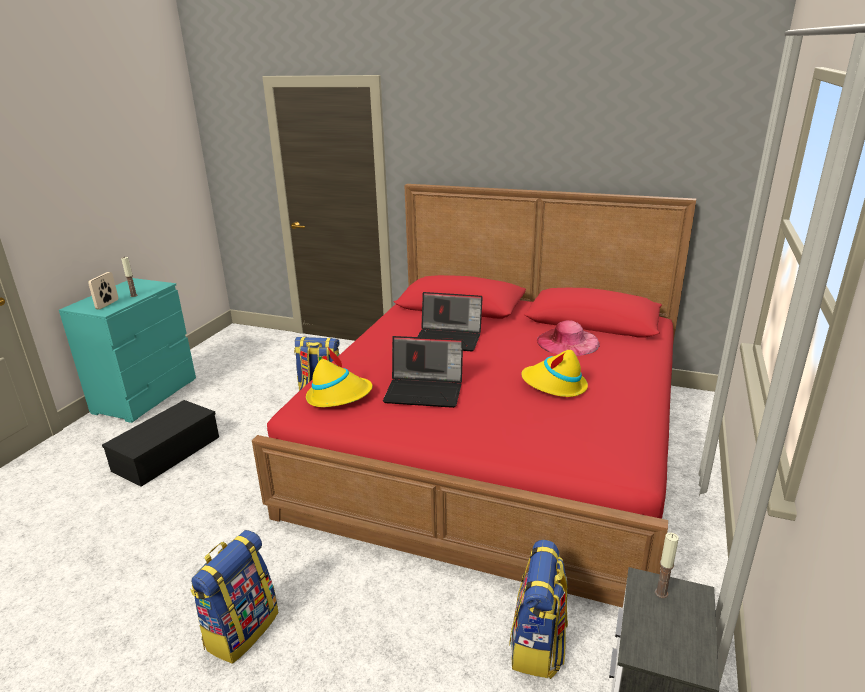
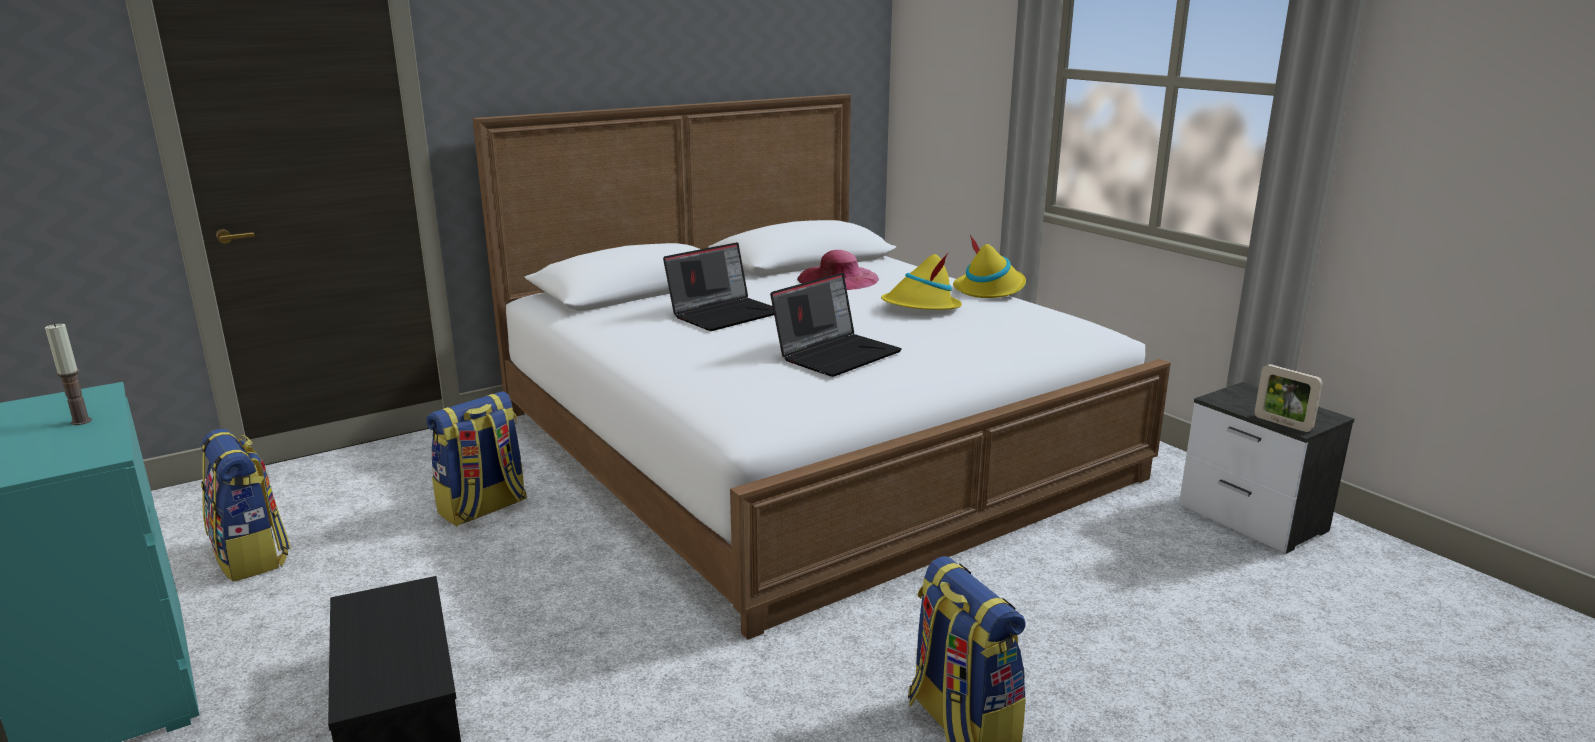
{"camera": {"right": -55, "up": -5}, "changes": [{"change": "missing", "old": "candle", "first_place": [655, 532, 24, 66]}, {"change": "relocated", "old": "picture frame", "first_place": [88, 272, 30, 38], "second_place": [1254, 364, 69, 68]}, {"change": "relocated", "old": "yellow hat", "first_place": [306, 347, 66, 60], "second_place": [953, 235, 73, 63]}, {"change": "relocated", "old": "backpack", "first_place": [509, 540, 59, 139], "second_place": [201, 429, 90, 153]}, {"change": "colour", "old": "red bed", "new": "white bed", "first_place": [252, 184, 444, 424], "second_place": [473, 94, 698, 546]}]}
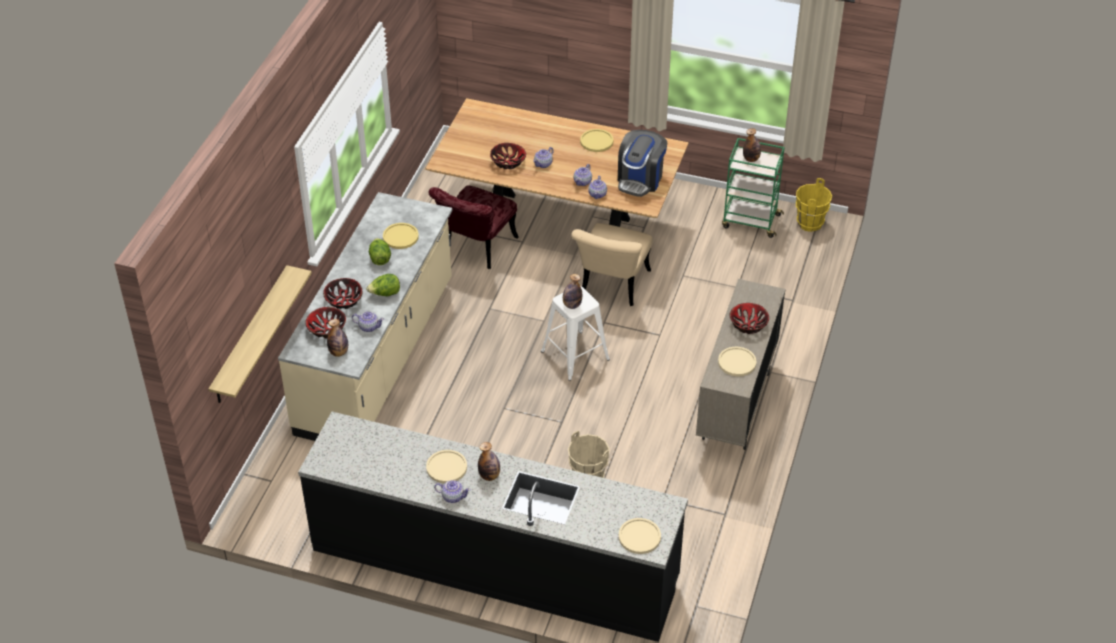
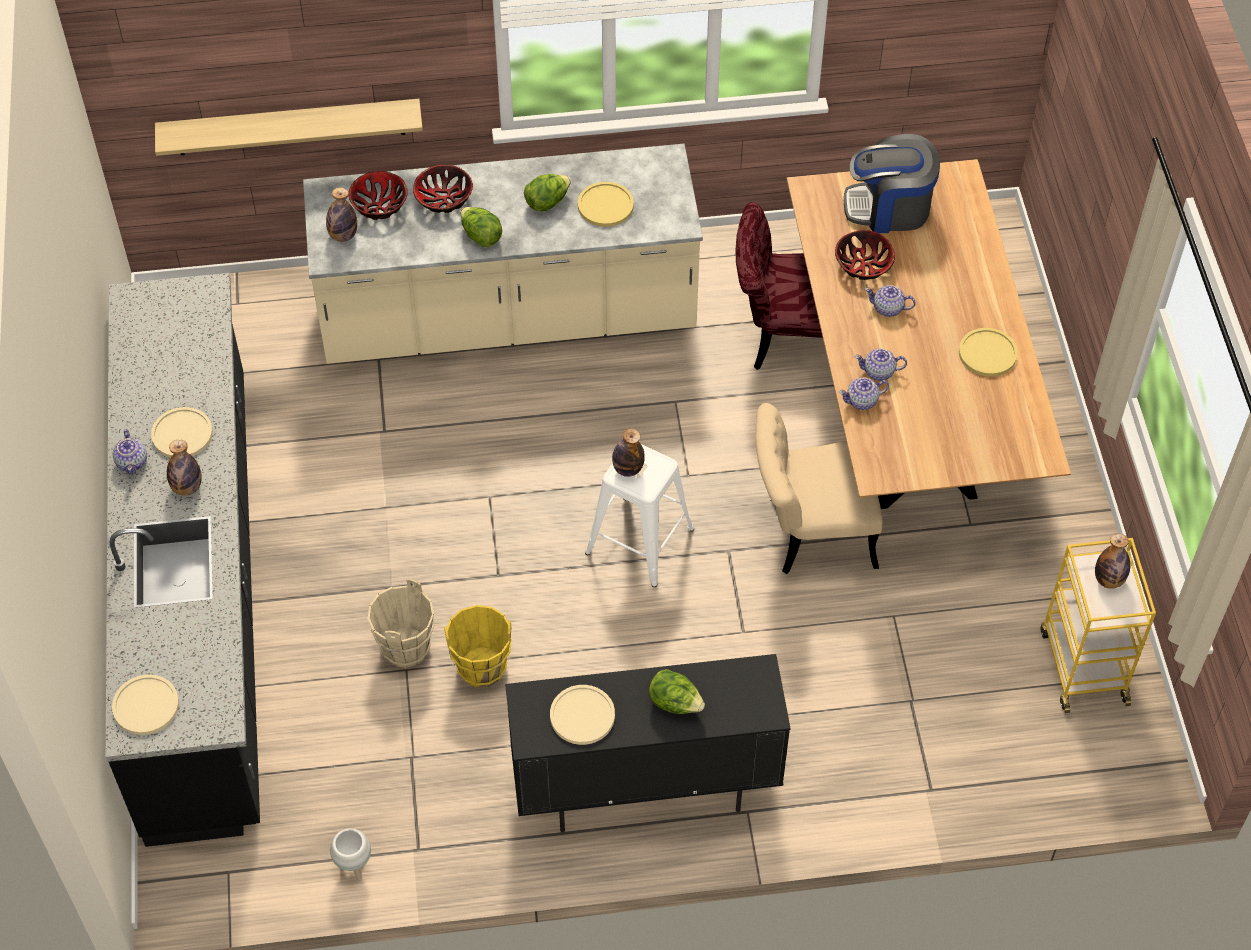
{"camera": {"right": 65, "up": 10}, "changes": [{"change": "missing", "old": "teapot", "first_place": [352, 311, 32, 21]}, {"change": "appeared", "new": "white planter", "second_place": [330, 828, 41, 52]}, {"change": "relocated", "old": "coffee machine", "first_place": [618, 130, 49, 67], "second_place": [844, 134, 96, 99]}, {"change": "relocated", "old": "yellow bucket", "first_place": [796, 178, 36, 54], "second_place": [444, 605, 67, 83]}, {"change": "exchanged", "old": "bowl", "new": "lettuce", "first_place": [729, 303, 40, 31], "second_place": [649, 669, 56, 45]}, {"change": "colour", "old": "beige cabinet", "new": "black cabinet", "first_place": [696, 279, 89, 171], "second_place": [505, 654, 286, 178]}, {"change": "colour", "old": "green cart", "new": "yellow cart", "first_place": [722, 138, 63, 100], "second_place": [1040, 538, 116, 175]}]}
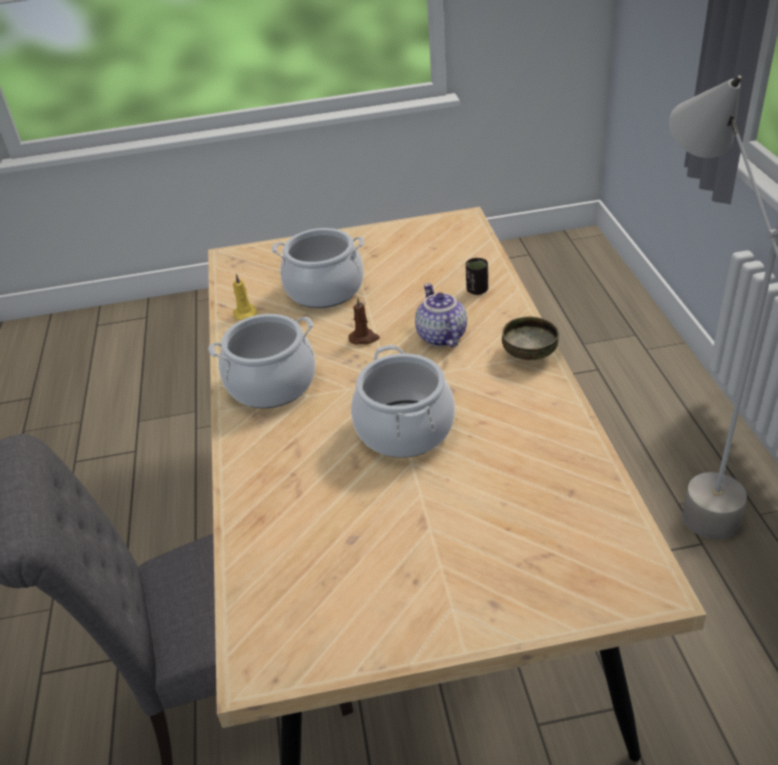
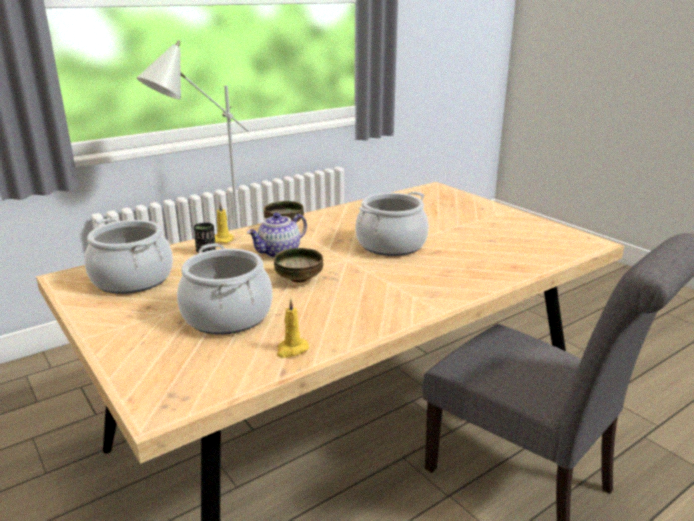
{"camera": {"right": -120, "up": -15}, "changes": [{"change": "appeared", "new": "yellow candle", "second_place": [215, 202, 19, 41]}, {"change": "relocated", "old": "cooking pot", "first_place": [208, 314, 108, 94], "second_place": [85, 218, 88, 76]}, {"change": "exchanged", "old": "brown candle", "new": "bowl", "first_place": [348, 297, 32, 48], "second_place": [274, 248, 49, 35]}]}
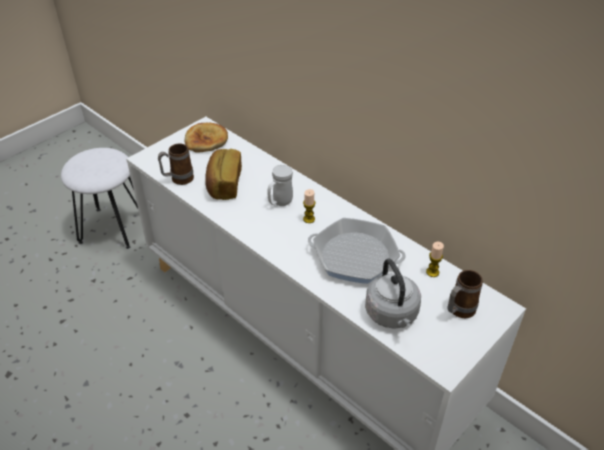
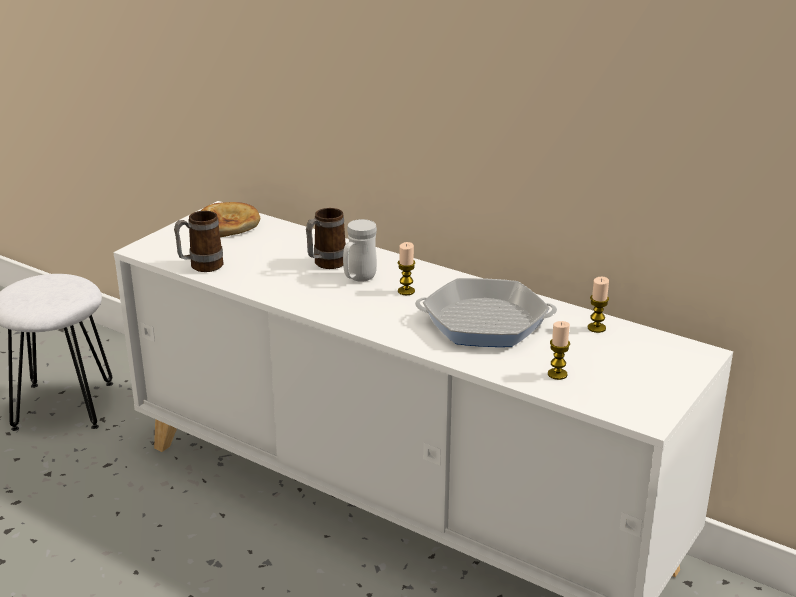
{"camera": {"right": -10, "up": -15}, "changes": [{"change": "missing", "old": "bread", "first_place": [205, 149, 37, 51]}, {"change": "relocated", "old": "mug", "first_place": [447, 270, 36, 48], "second_place": [306, 208, 40, 61]}, {"change": "exchanged", "old": "grey kettle", "new": "candle", "first_place": [365, 259, 56, 70], "second_place": [548, 321, 22, 59]}]}
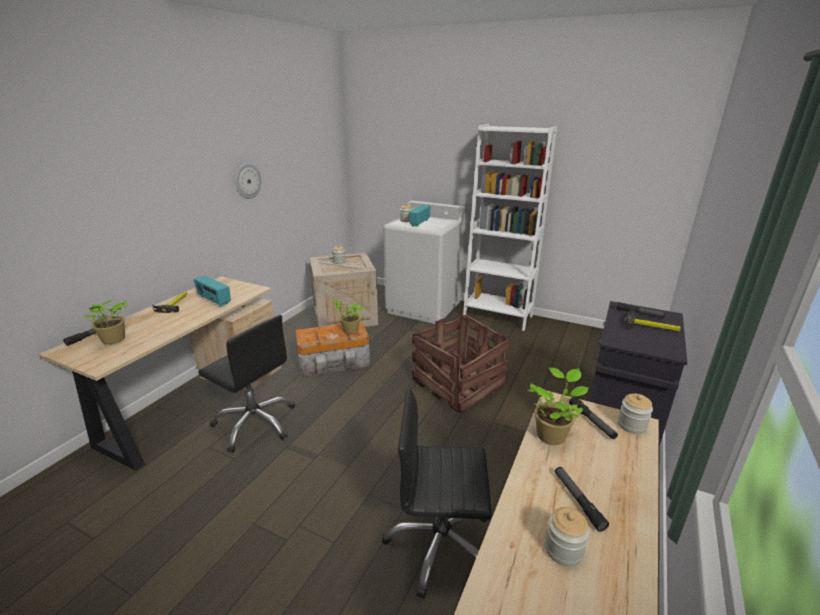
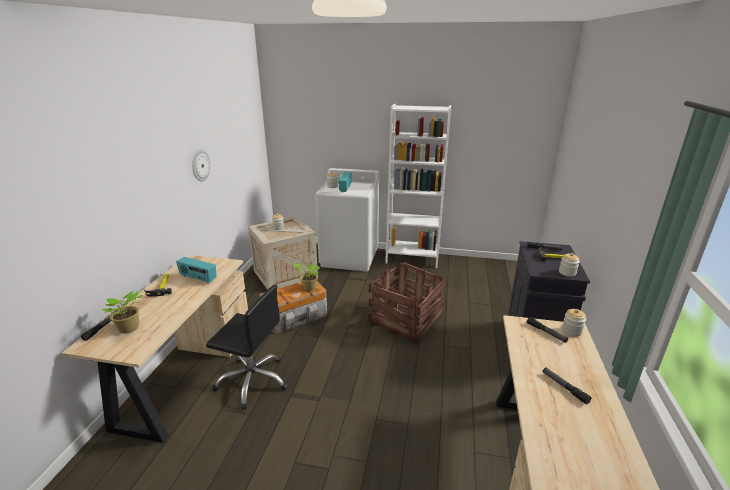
{"camera": {"right": -15, "up": 0}, "changes": [{"change": "missing", "old": "black office chair", "first_place": [382, 389, 109, 210]}, {"change": "missing", "old": "potted plant", "first_place": [528, 368, 61, 77]}, {"change": "relocated", "old": "jar", "first_place": [545, 507, 45, 60], "second_place": [559, 253, 21, 24]}]}
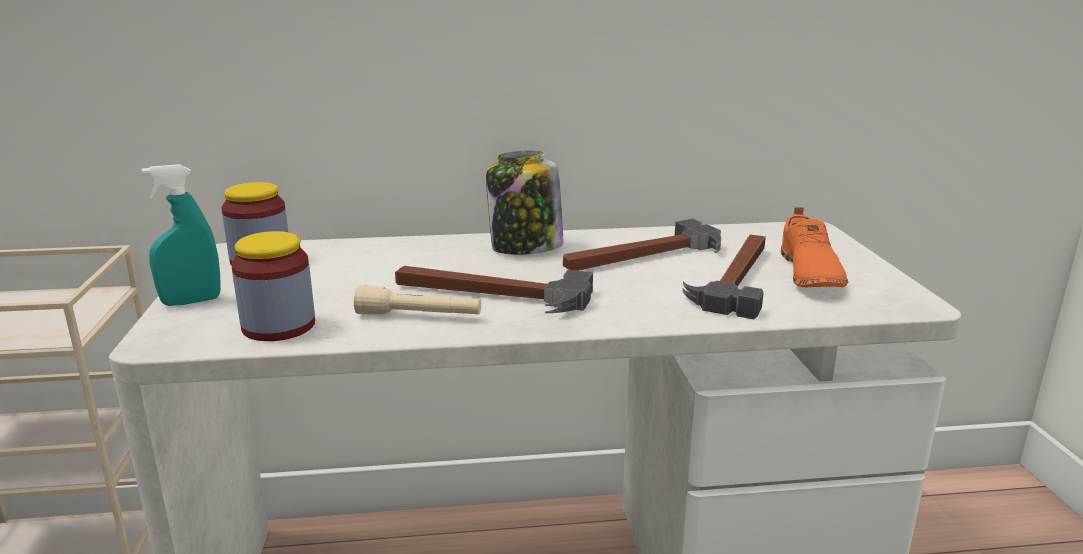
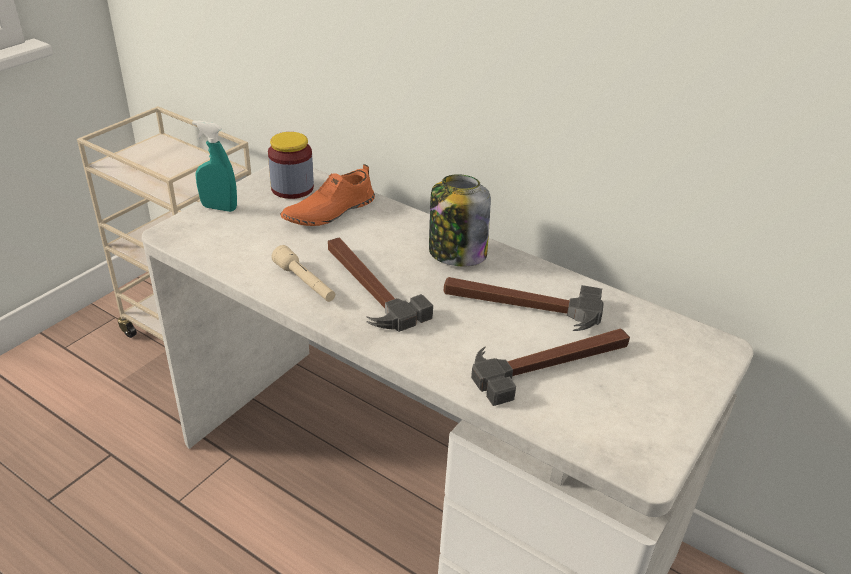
{"camera": {"right": 40, "up": 15}, "changes": [{"change": "missing", "old": "jar", "first_place": [231, 231, 84, 110]}, {"change": "relocated", "old": "orange shoe", "first_place": [781, 207, 68, 80], "second_place": [280, 164, 95, 62]}]}
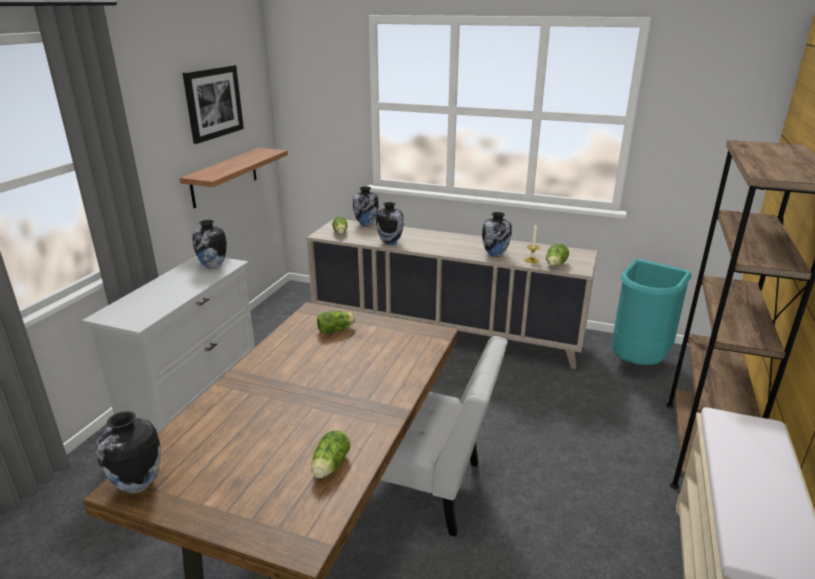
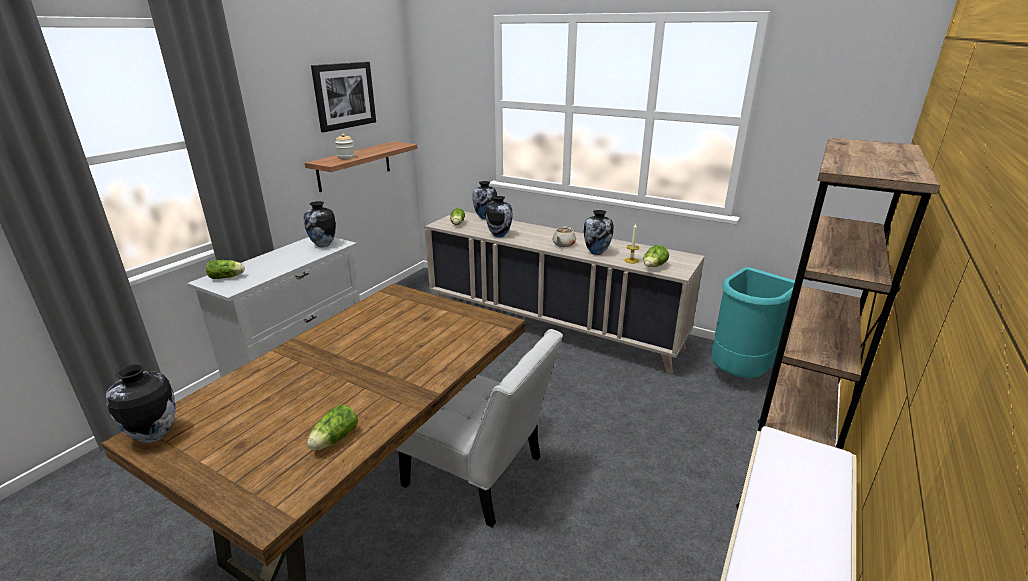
{"camera": {"right": 10, "up": 0}, "changes": [{"change": "appeared", "new": "jar", "second_place": [335, 134, 20, 25]}, {"change": "appeared", "new": "beige teapot", "second_place": [552, 226, 24, 21]}, {"change": "relocated", "old": "lettuce", "first_place": [317, 311, 38, 23], "second_place": [206, 260, 39, 19]}]}
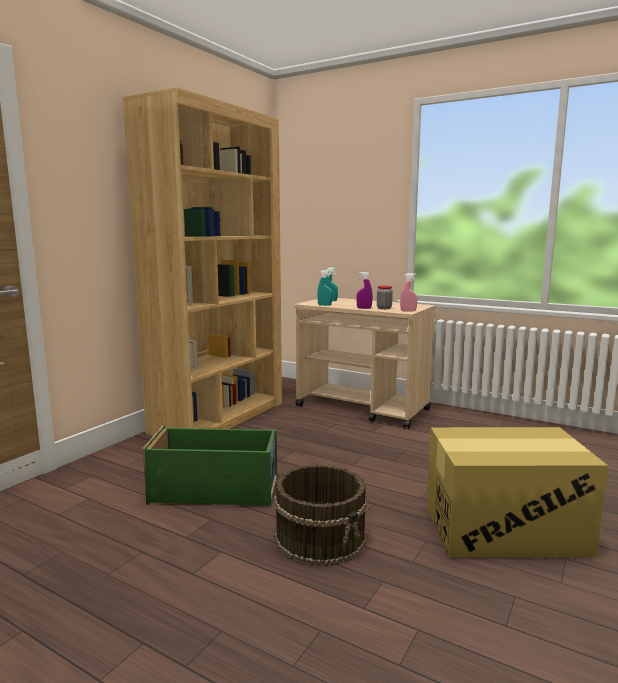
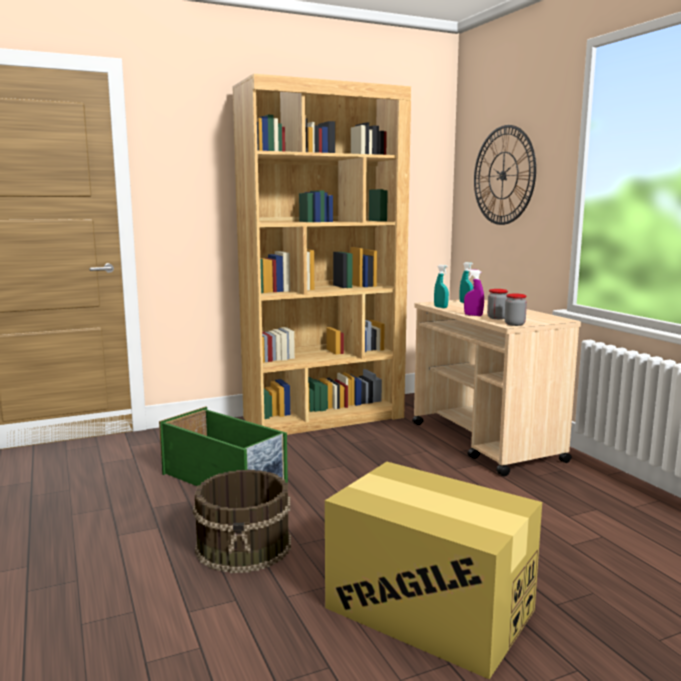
{"camera": {"right": 35, "up": 0}, "changes": [{"change": "appeared", "new": "wall clock", "second_place": [474, 125, 62, 100]}, {"change": "exchanged", "old": "pink spray bottle", "new": "jar", "first_place": [400, 273, 18, 39], "second_place": [504, 293, 23, 33]}]}
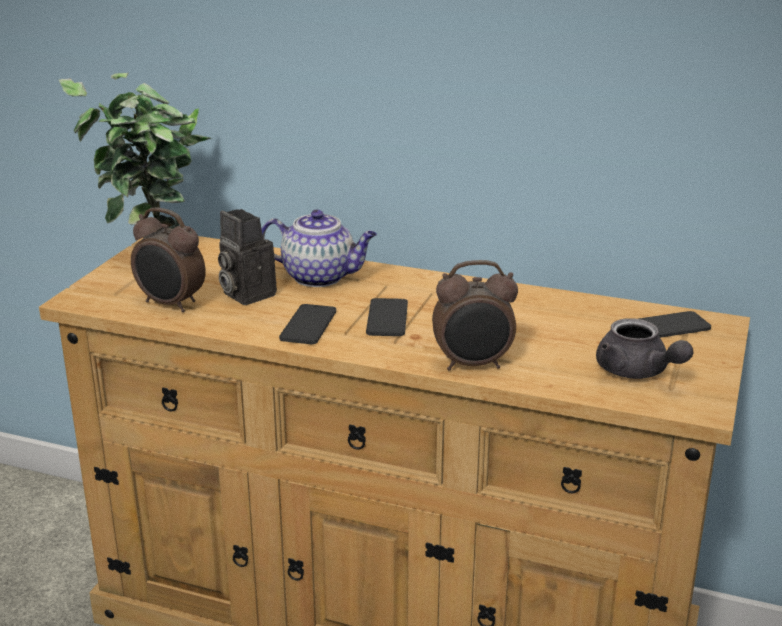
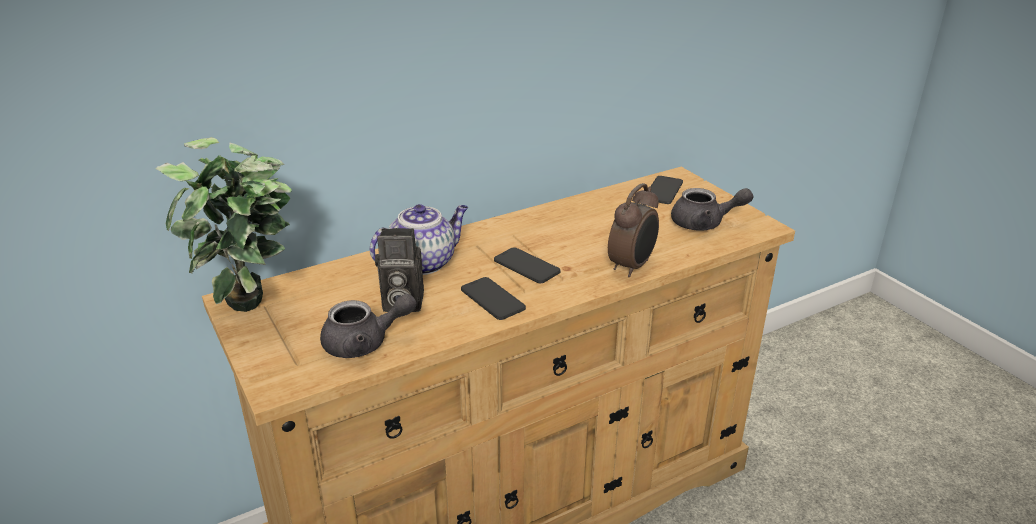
{"camera": {"right": -50, "up": 5}, "changes": [{"change": "exchanged", "old": "alarm clock", "new": "grey teapot", "first_place": [131, 207, 75, 105], "second_place": [320, 294, 97, 64]}]}
